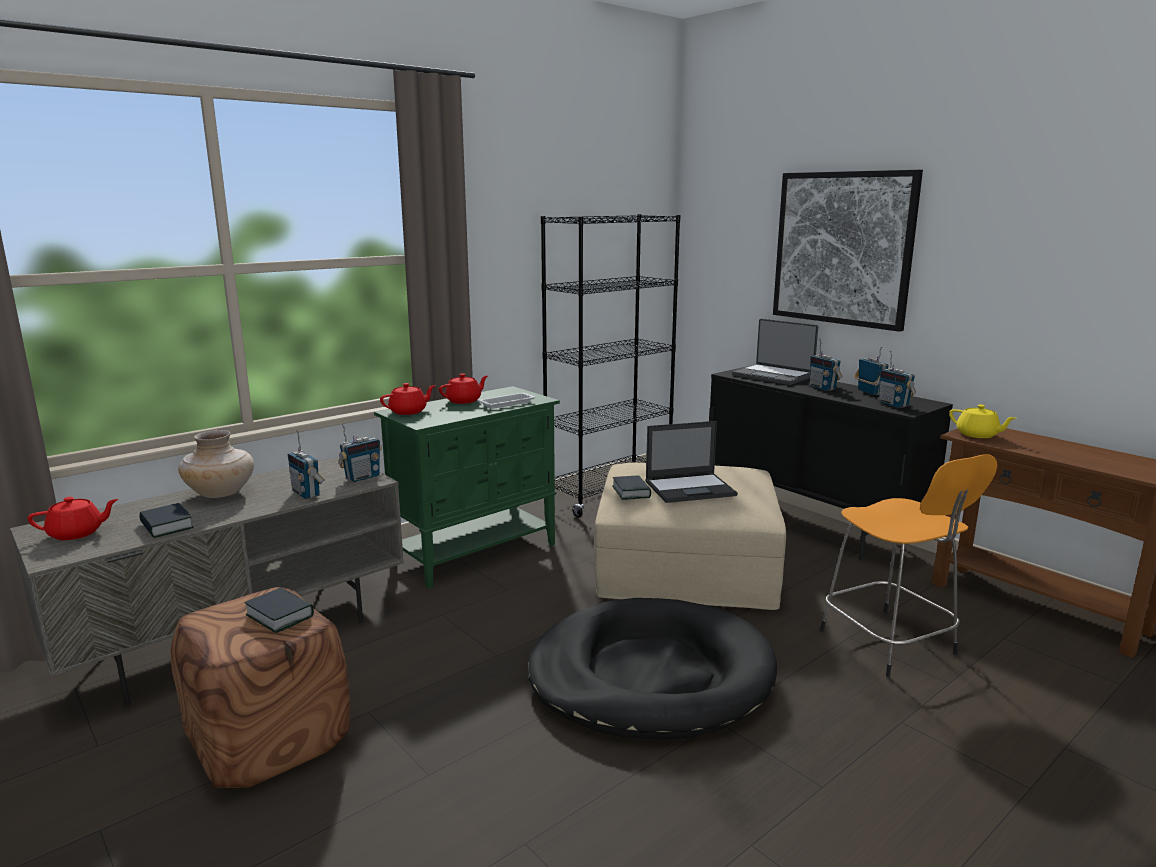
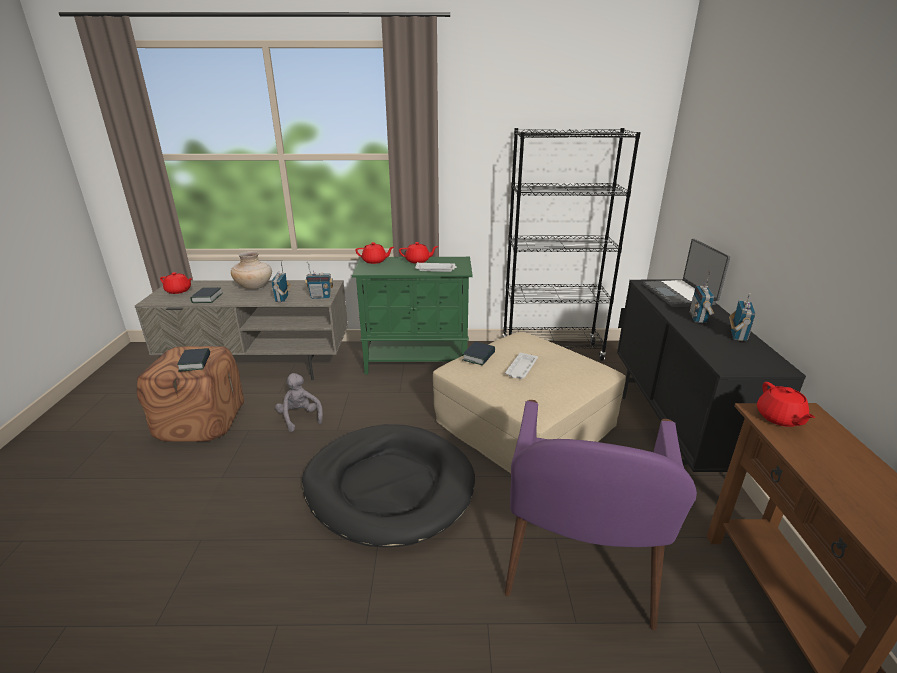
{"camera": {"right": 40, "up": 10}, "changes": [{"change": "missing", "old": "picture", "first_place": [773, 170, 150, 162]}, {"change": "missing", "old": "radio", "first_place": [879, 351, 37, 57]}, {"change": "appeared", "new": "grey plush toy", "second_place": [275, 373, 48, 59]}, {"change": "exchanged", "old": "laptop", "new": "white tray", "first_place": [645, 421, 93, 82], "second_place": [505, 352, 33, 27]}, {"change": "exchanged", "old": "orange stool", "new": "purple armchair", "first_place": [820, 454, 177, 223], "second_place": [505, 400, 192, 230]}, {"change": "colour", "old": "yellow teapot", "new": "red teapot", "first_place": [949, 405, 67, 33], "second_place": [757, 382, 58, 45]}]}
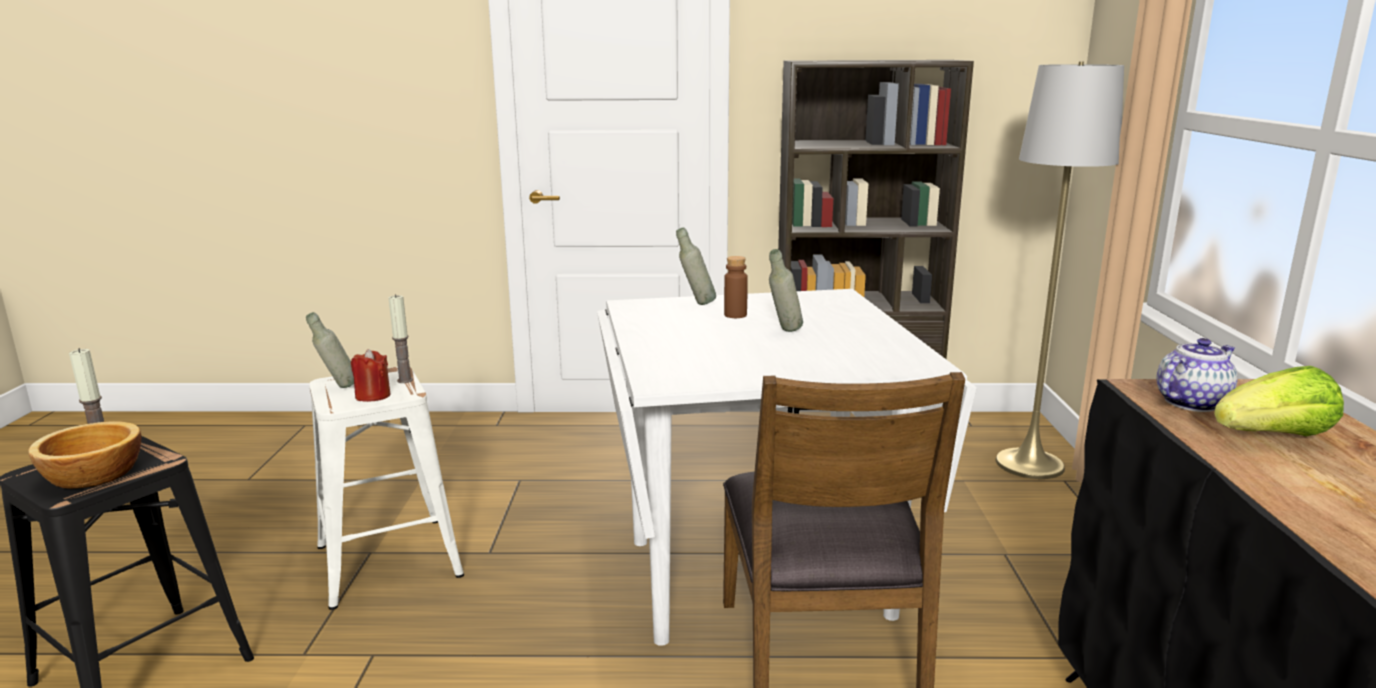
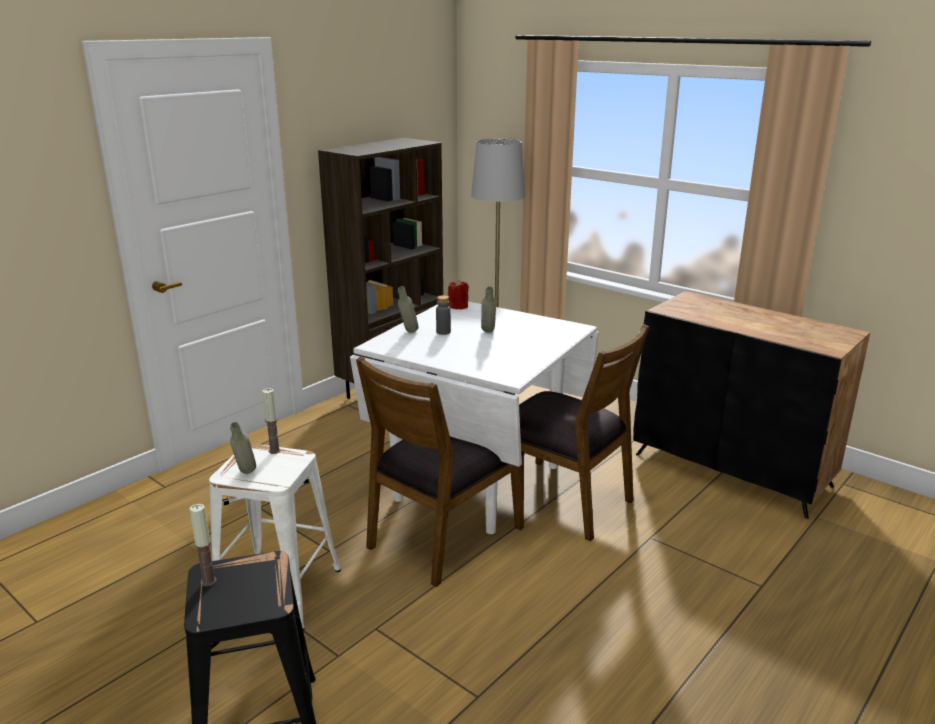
{"camera": {"right": -50, "up": 5}, "changes": [{"change": "missing", "old": "bowl", "first_place": [28, 421, 113, 68]}, {"change": "missing", "old": "teapot", "first_place": [1157, 338, 81, 74]}, {"change": "missing", "old": "lettuce", "first_place": [1214, 366, 130, 71]}, {"change": "appeared", "new": "brown chair", "second_place": [356, 357, 169, 230]}, {"change": "relocated", "old": "red candle", "first_place": [351, 349, 39, 53], "second_place": [448, 280, 21, 30]}, {"change": "colour", "old": "brown bottle", "new": "grey bottle", "first_place": [724, 256, 24, 62], "second_place": [436, 295, 15, 40]}]}
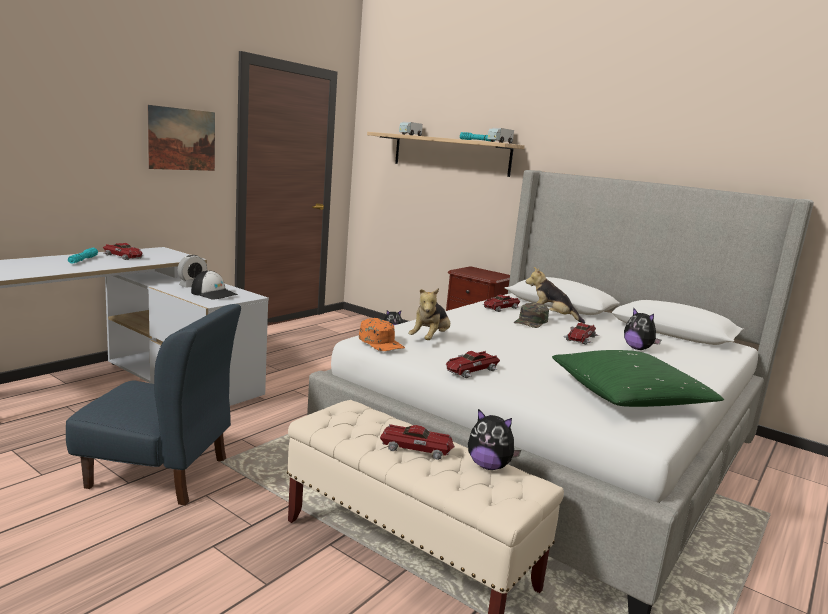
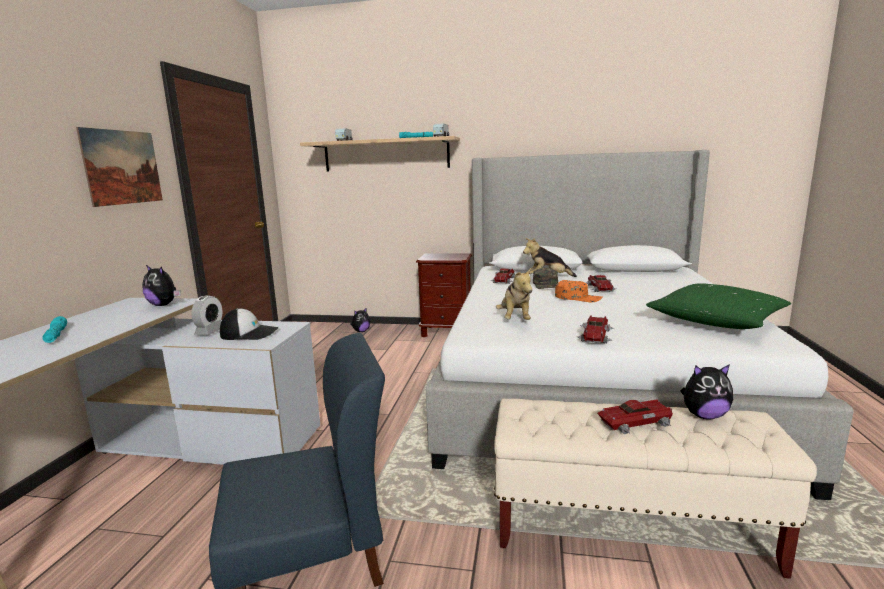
{"camera": {"right": -25, "up": 0}, "changes": [{"change": "missing", "old": "toy car", "first_place": [103, 243, 40, 17]}, {"change": "relocated", "old": "orange cap", "first_place": [359, 318, 46, 33], "second_place": [555, 280, 48, 22]}, {"change": "relocated", "old": "plush toy", "first_place": [624, 307, 37, 43], "second_place": [142, 265, 39, 41]}]}
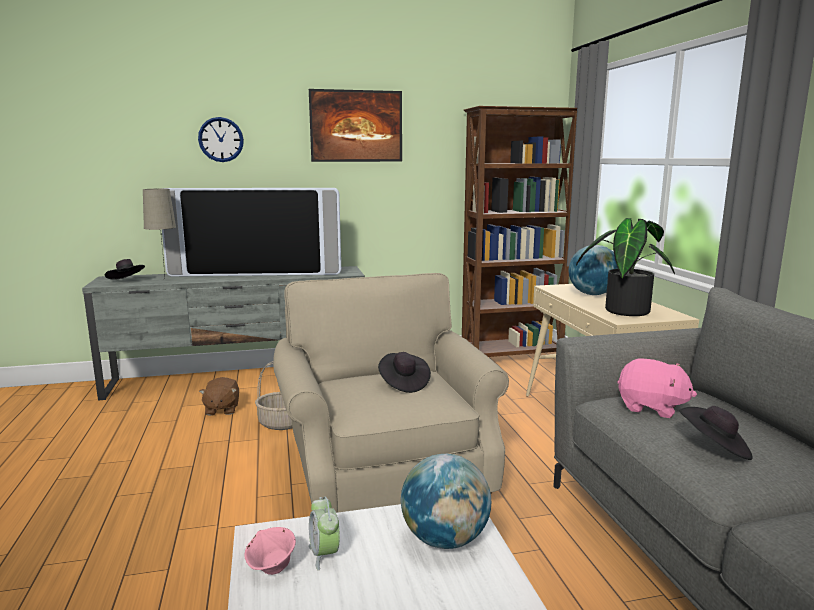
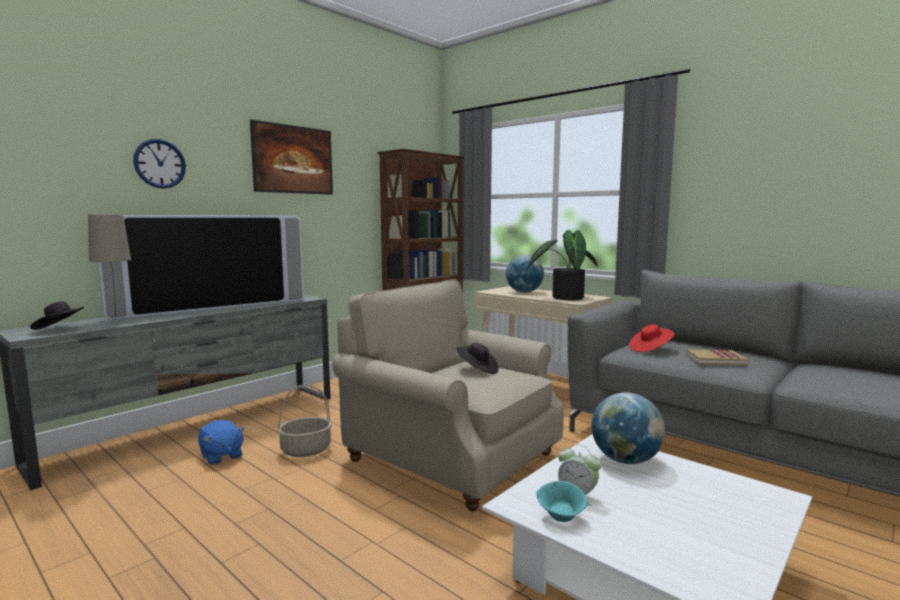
{"camera": {"right": -35, "up": -5}, "changes": [{"change": "exchanged", "old": "pink plush toy", "new": "red hat", "first_place": [617, 359, 80, 59], "second_place": [629, 324, 45, 28]}, {"change": "exchanged", "old": "black hat", "new": "book", "first_place": [679, 406, 74, 54], "second_place": [686, 349, 63, 16]}, {"change": "colour", "old": "brown plush toy", "new": "blue plush toy", "first_place": [199, 377, 40, 39], "second_place": [198, 420, 47, 45]}, {"change": "colour", "old": "pink bowl", "new": "turquoise bowl", "first_place": [244, 527, 52, 48], "second_place": [536, 481, 52, 41]}]}
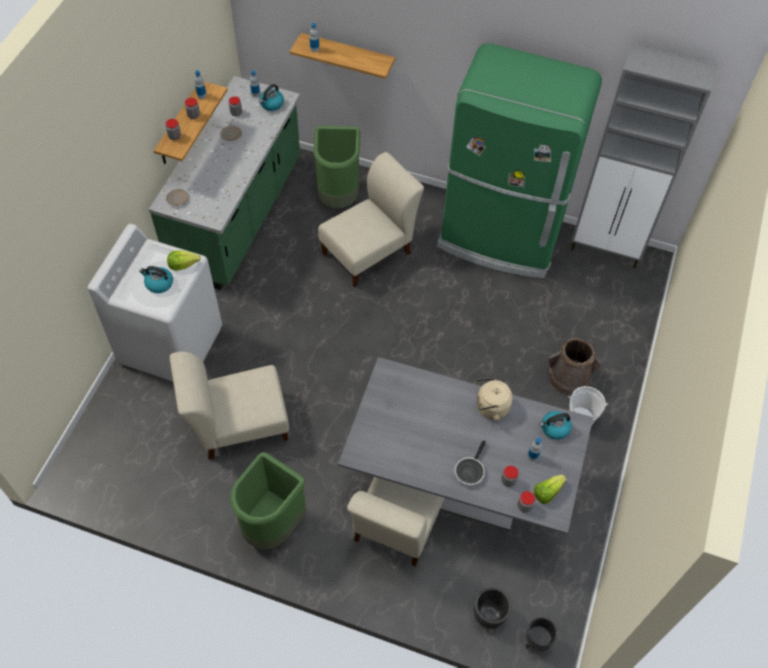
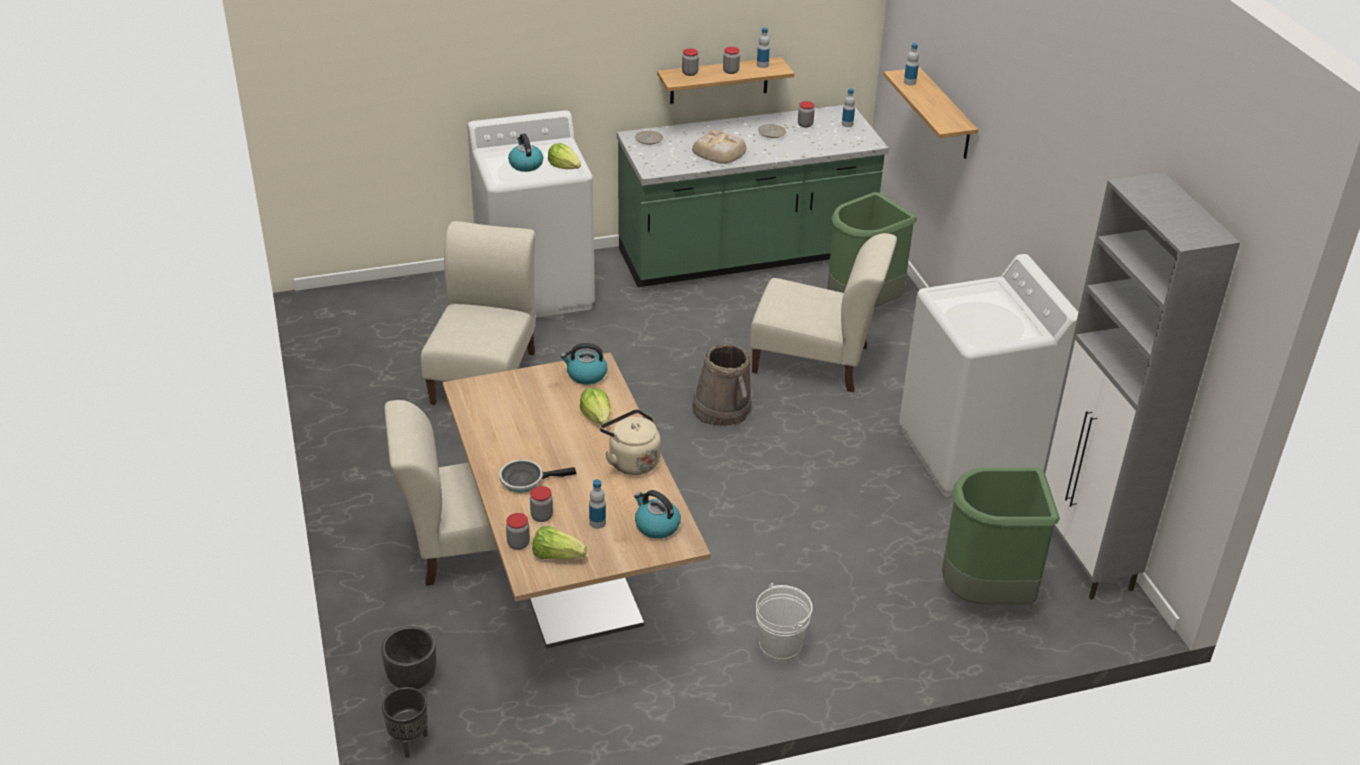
{"camera": {"right": 55, "up": -20}, "changes": [{"change": "appeared", "new": "lettuce", "second_place": [580, 388, 31, 37]}, {"change": "appeared", "new": "bread", "second_place": [692, 129, 54, 35]}, {"change": "relocated", "old": "green trash can", "first_place": [230, 452, 76, 97], "second_place": [942, 467, 118, 138]}, {"change": "relocated", "old": "kettle", "first_place": [259, 84, 25, 27], "second_place": [561, 343, 46, 42]}, {"change": "relocated", "old": "brown bucket", "first_place": [549, 338, 52, 58], "second_place": [692, 344, 60, 82]}, {"change": "exchanged", "old": "green fridge", "new": "white washing machine", "first_place": [437, 43, 165, 235], "second_place": [899, 254, 180, 242]}, {"change": "colour", "old": "grey dining table", "new": "brown dining table", "first_place": [338, 357, 255, 177], "second_place": [443, 352, 268, 296]}, {"change": "spun", "old": "beige chair", "first_place": [170, 352, 119, 108], "second_place": [421, 221, 114, 184], "degrees": 60}]}
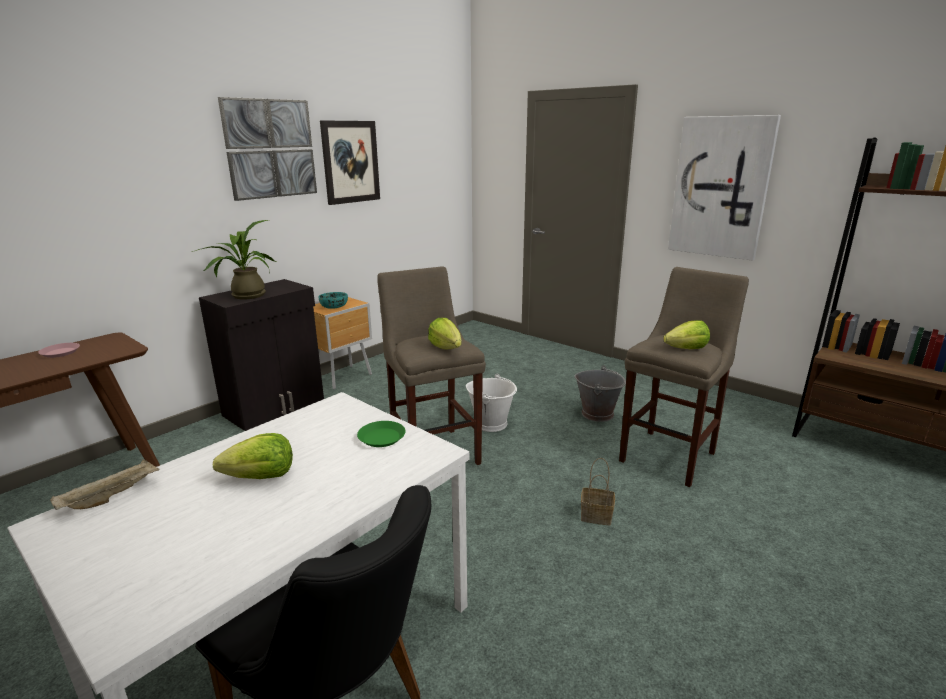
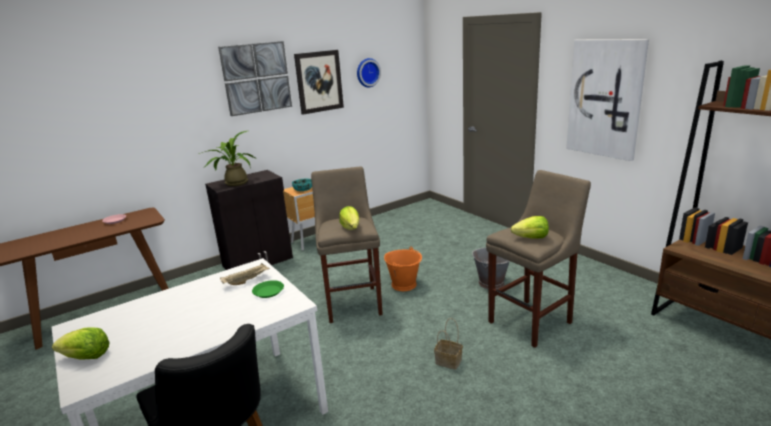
{"camera": {"right": 15, "up": 0}, "changes": [{"change": "appeared", "new": "wall clock", "second_place": [357, 58, 24, 29]}, {"change": "relocated", "old": "beige tray", "first_place": [50, 459, 110, 51], "second_place": [220, 263, 50, 22]}, {"change": "relocated", "old": "lettuce", "first_place": [213, 433, 80, 46], "second_place": [52, 328, 58, 32]}, {"change": "colour", "old": "white bucket", "new": "orange bucket", "first_place": [466, 373, 51, 59], "second_place": [384, 246, 38, 45]}]}
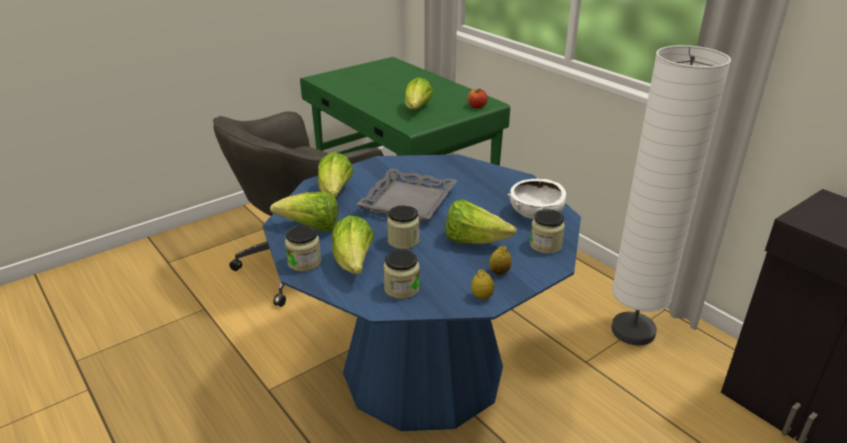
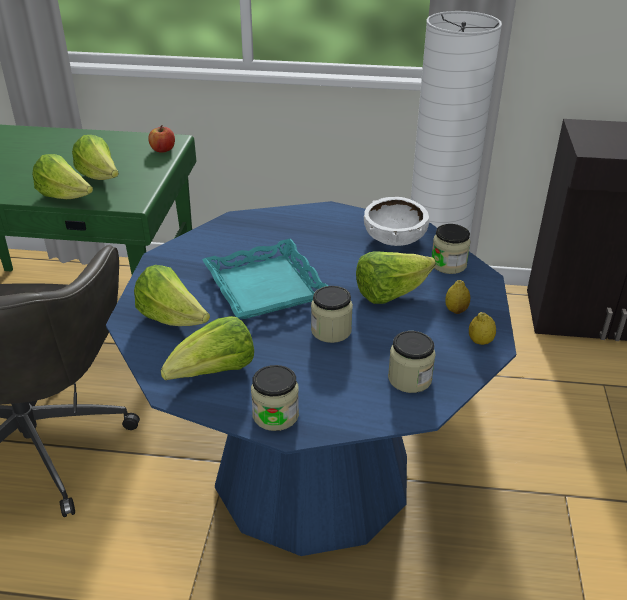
{"camera": {"right": -45, "up": 5}, "changes": [{"change": "relocated", "old": "lettuce", "first_place": [332, 216, 42, 58], "second_place": [32, 154, 61, 45]}, {"change": "colour", "old": "grey tray", "new": "turquoise tray", "first_place": [356, 168, 101, 54], "second_place": [202, 239, 126, 80]}]}
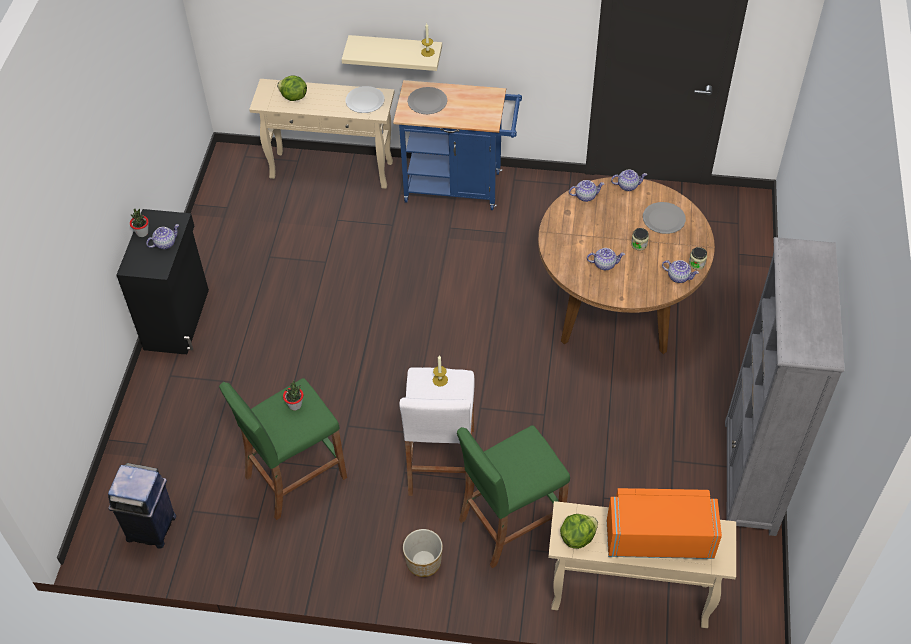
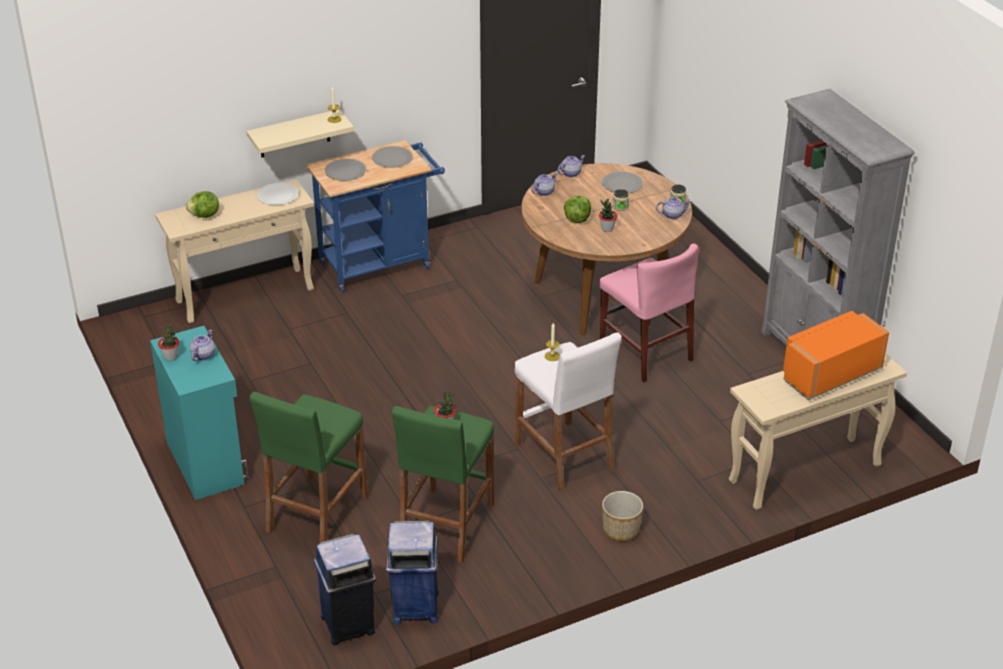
{"camera": {"right": -35, "up": -15}, "changes": [{"change": "appeared", "new": "grey plate", "second_place": [372, 146, 41, 22]}, {"change": "appeared", "new": "blue trash can", "second_place": [386, 521, 53, 103]}, {"change": "appeared", "new": "pink chair", "second_place": [600, 244, 98, 138]}, {"change": "relocated", "old": "green stool", "first_place": [457, 425, 113, 143], "second_place": [250, 392, 118, 150]}, {"change": "relocated", "old": "lettuce", "first_place": [560, 514, 38, 35], "second_place": [564, 196, 27, 27]}, {"change": "exchanged", "old": "teapot", "new": "potted plant", "first_place": [587, 248, 38, 22], "second_place": [599, 198, 18, 34]}, {"change": "colour", "old": "black cabinet", "new": "turquoise cabinet", "first_place": [117, 209, 92, 145], "second_place": [150, 326, 99, 174]}]}
